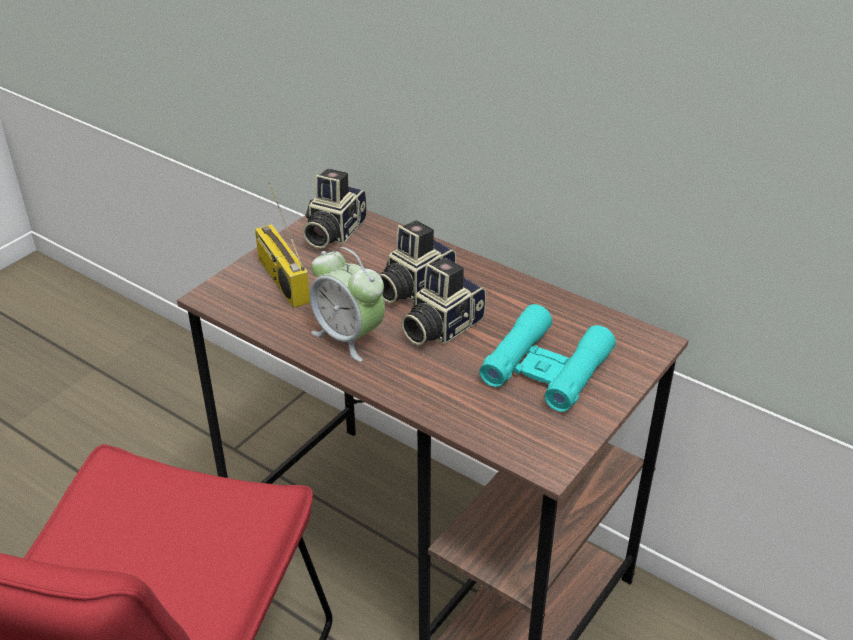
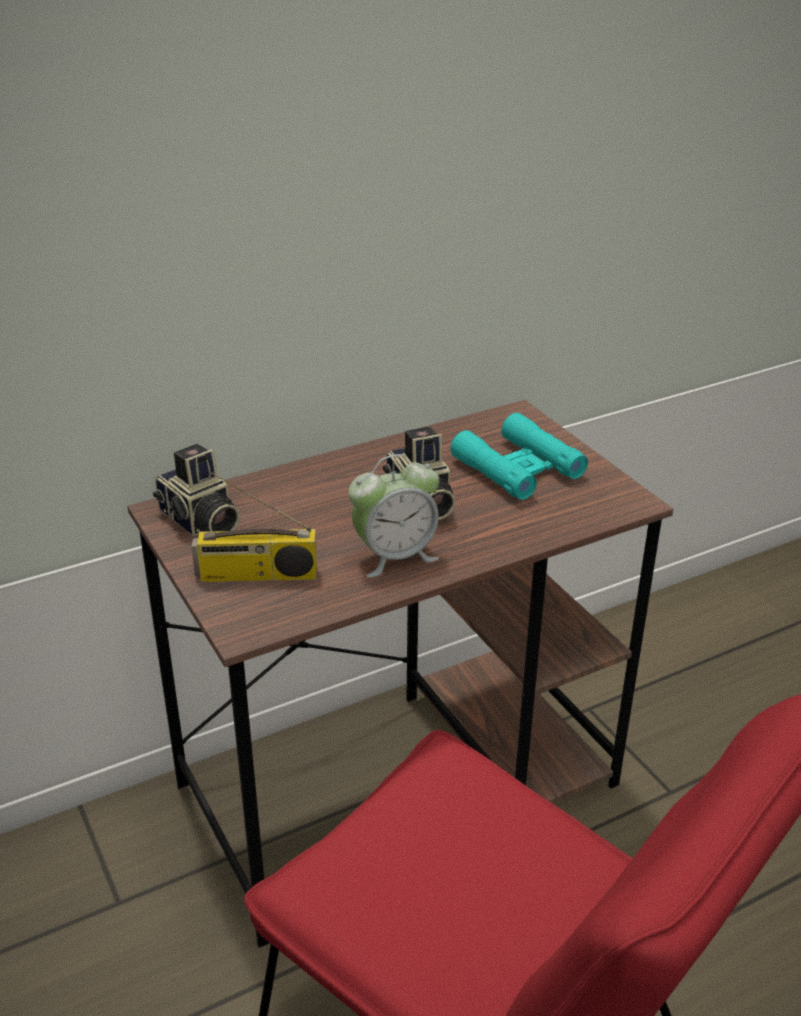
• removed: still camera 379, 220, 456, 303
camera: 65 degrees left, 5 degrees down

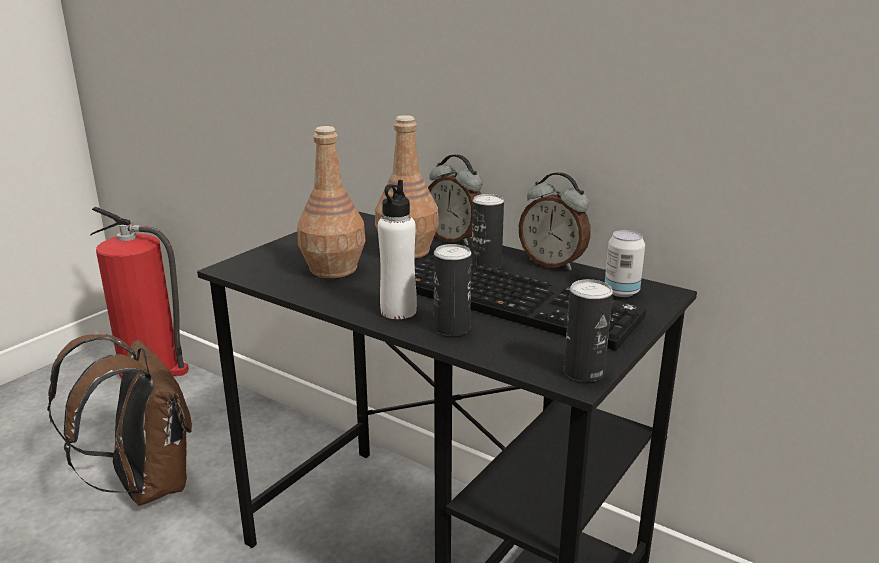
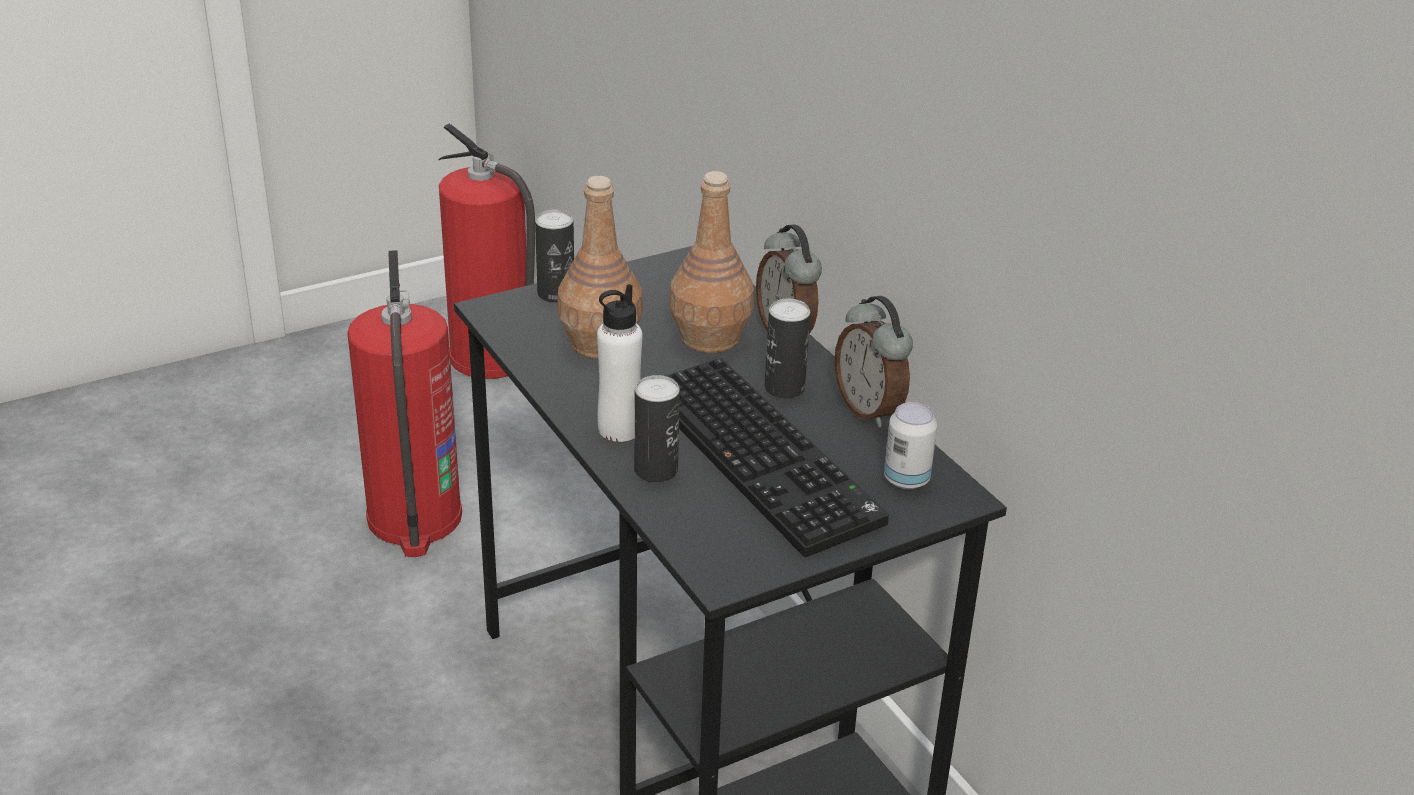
• replaced: rucksack (brownish) 47, 334, 192, 506 to extinguisher 347, 250, 462, 557
• moved: can 564, 279, 613, 382 to 535, 210, 574, 303
camera: 25 degrees right, 10 degrees up

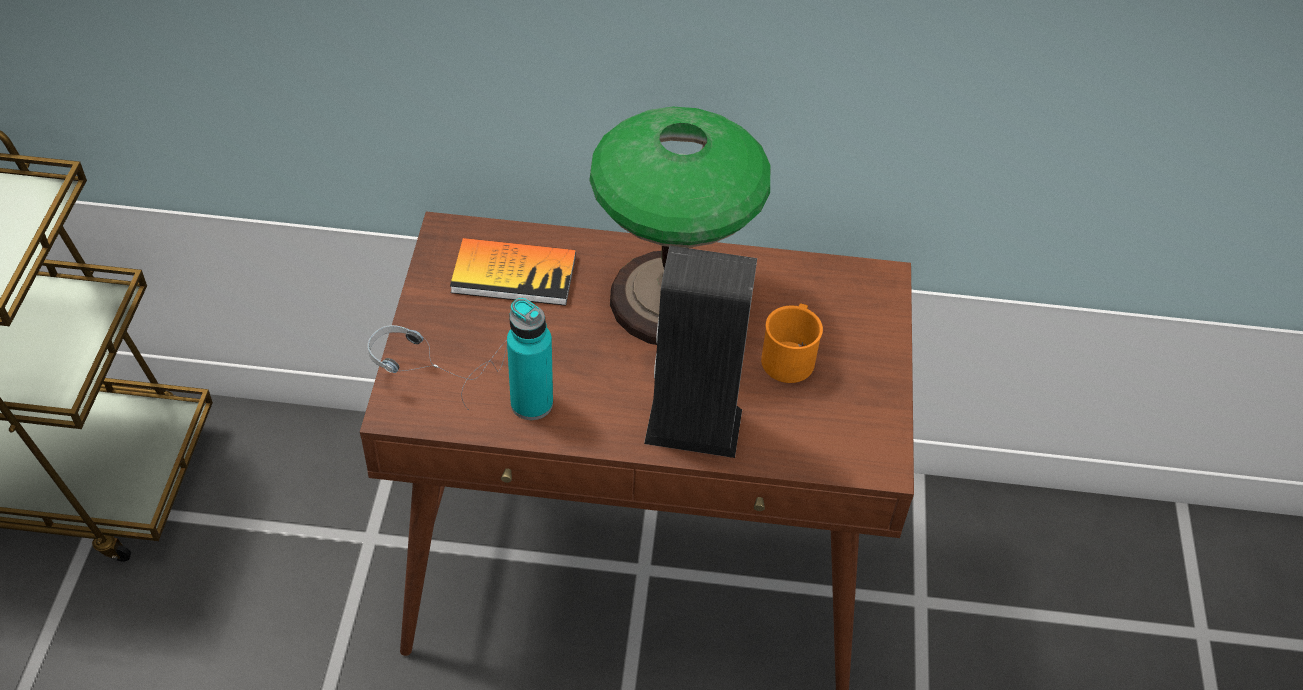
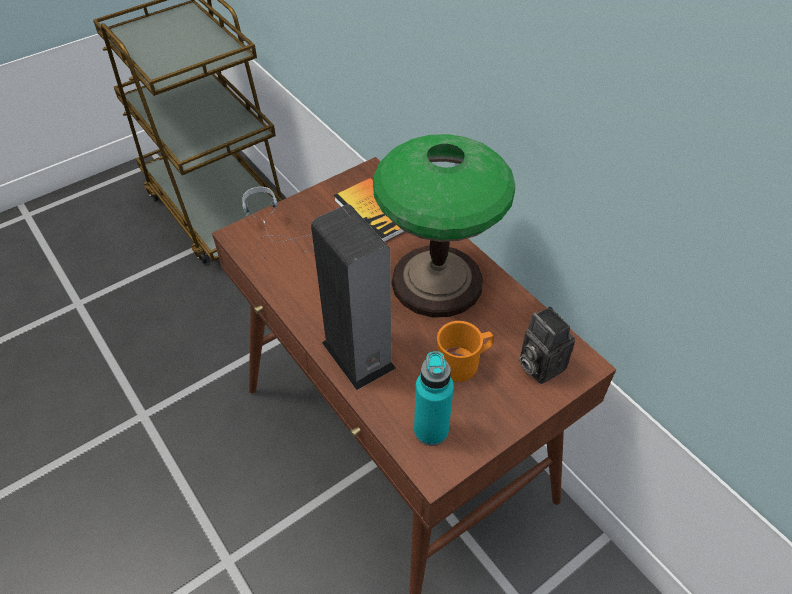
• moved: beverage bottle (turquoise) 507, 298, 553, 420 to 414, 351, 454, 446
• added: still camera 519, 307, 575, 384
camera: 50 degrees right, 0 degrees up

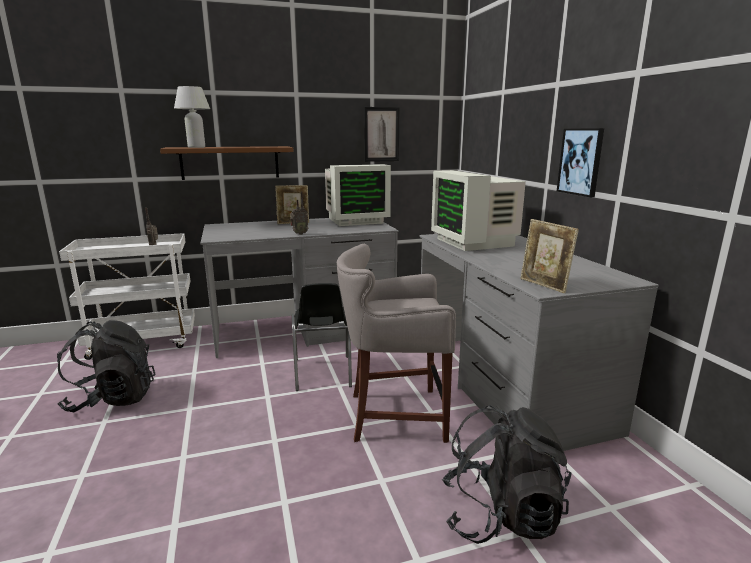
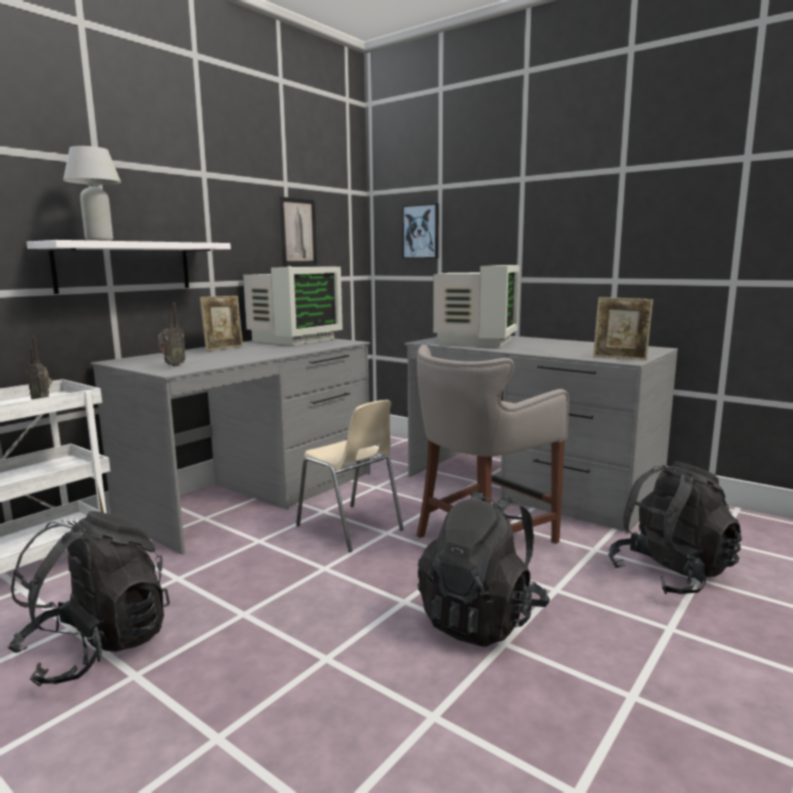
• recoloured: wall shelf (brownish) 160, 146, 294, 180 to wall shelf (white-coloured) 27, 240, 231, 294
• moved: radio set 290, 191, 308, 235 to 158, 303, 186, 366
• recoloured: plain chair (black-coloured) 291, 283, 352, 391 to plain chair (sand-coloured) 296, 400, 404, 552
• moved: picture 557, 128, 604, 197 to 402, 203, 439, 259
• added: rucksack (black-coloured) 418, 489, 550, 647
• turned: computer screen 431, 170, 526, 251 = 433, 265, 520, 347 105 degrees counterclockwise
camera: 35 degrees left, 5 degrees down

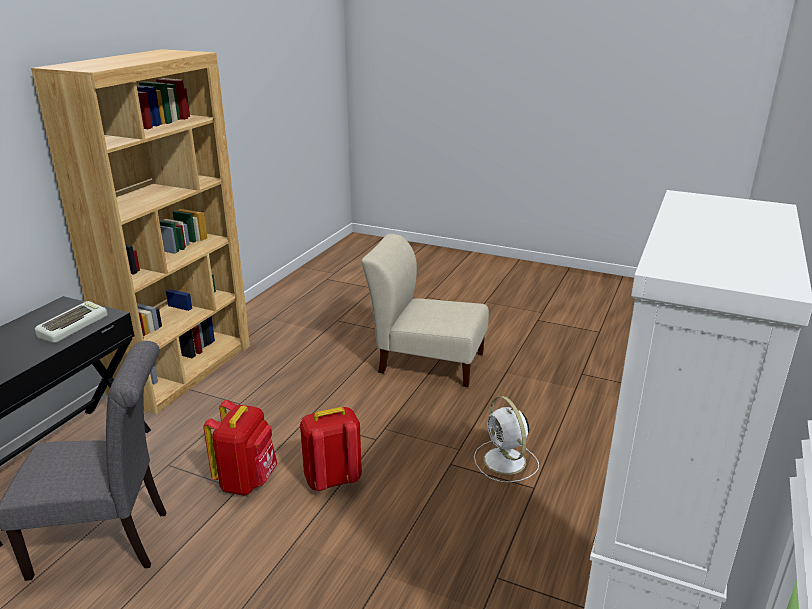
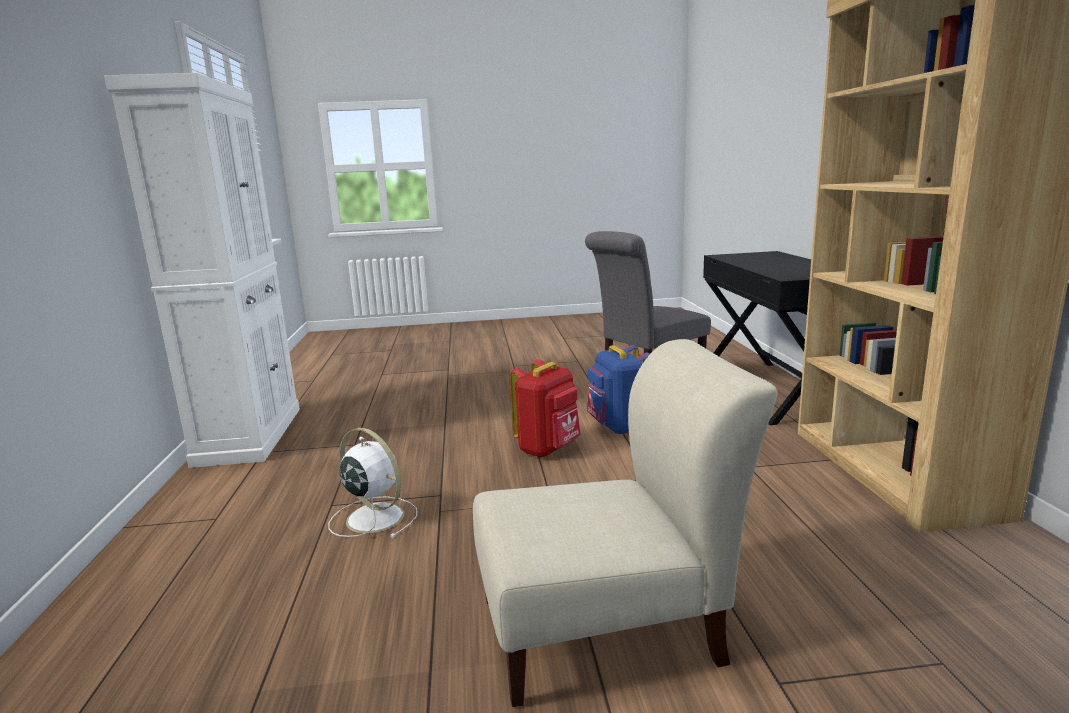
• recoloured: rucksack (reddish) 203, 400, 278, 496 to rucksack (bluish) 587, 345, 650, 435
• removed: PC keyboard 35, 301, 108, 343
camera: 150 degrees right, 10 degrees down

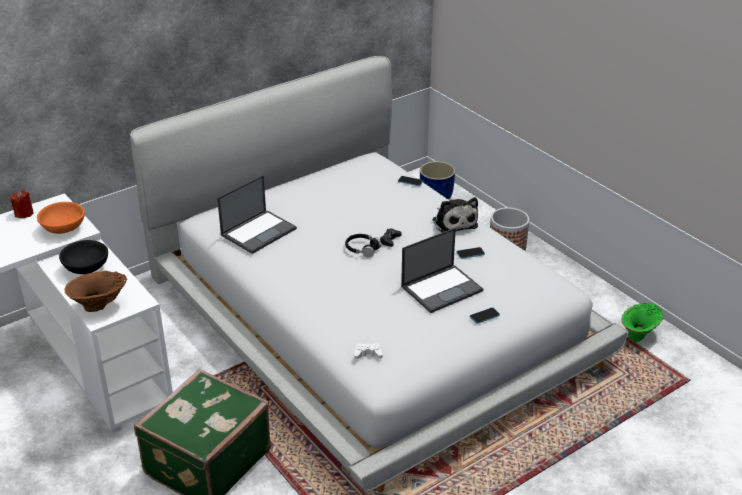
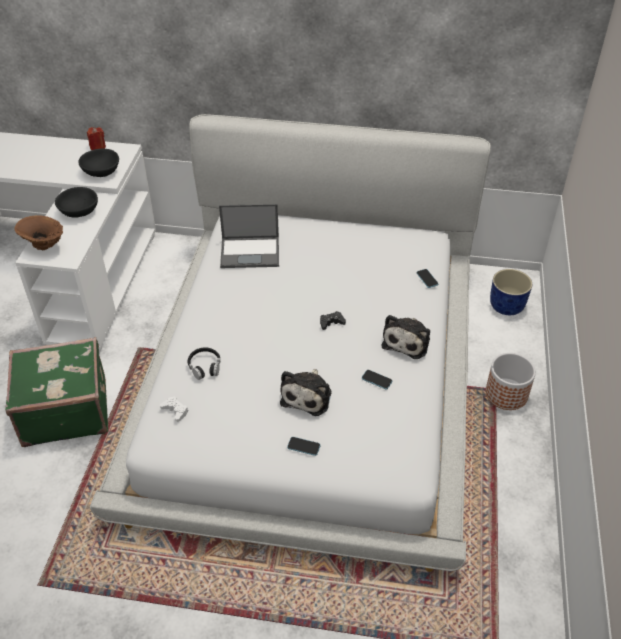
• recoloured: bowl (orange) 37, 202, 85, 234 to bowl (black-coloured) 78, 149, 119, 177
• moved: headset (black-coloured) 345, 234, 381, 257 to 187, 347, 220, 380
• replaced: laptop 401, 228, 483, 313 to soft toy 280, 369, 332, 416
• removed: decorative vase (greenish) 622, 303, 664, 342
camera: 45 degrees right, 10 degrees up

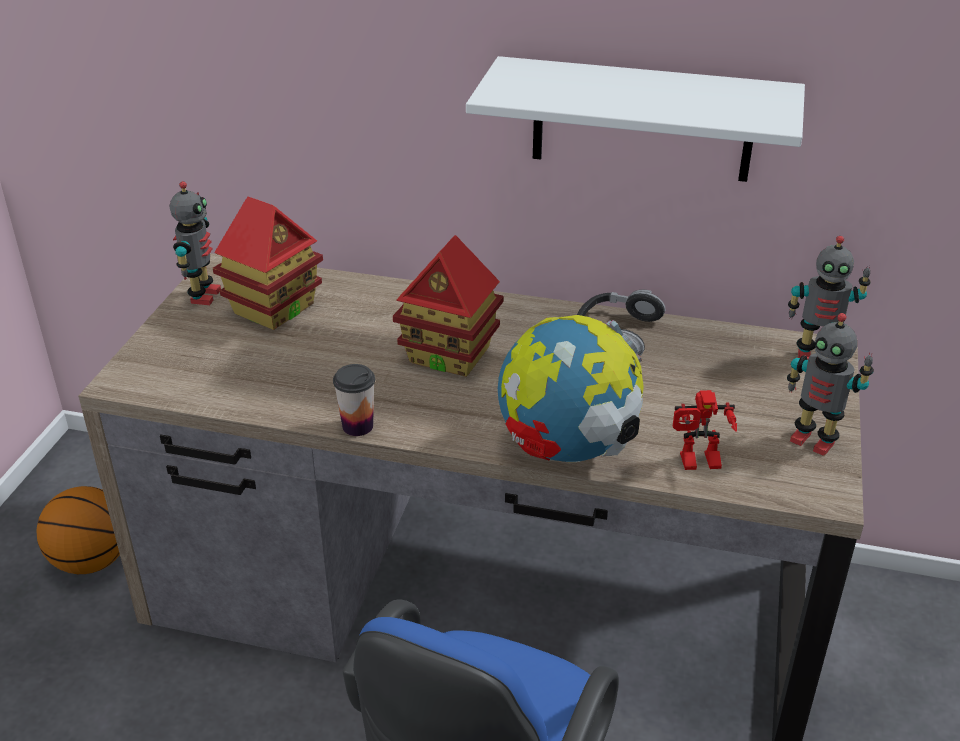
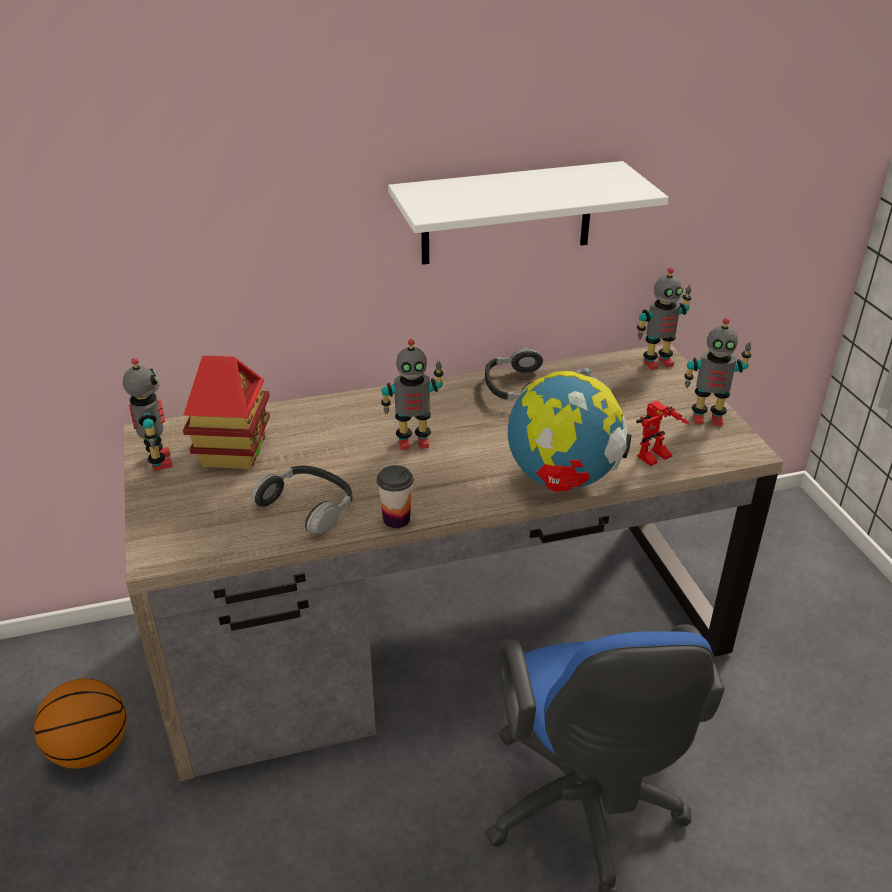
• added: headset 252, 466, 353, 535
• replaced: miniature house 393, 235, 503, 377 to model robot 381, 339, 443, 450
camera: 30 degrees left, 0 degrees up

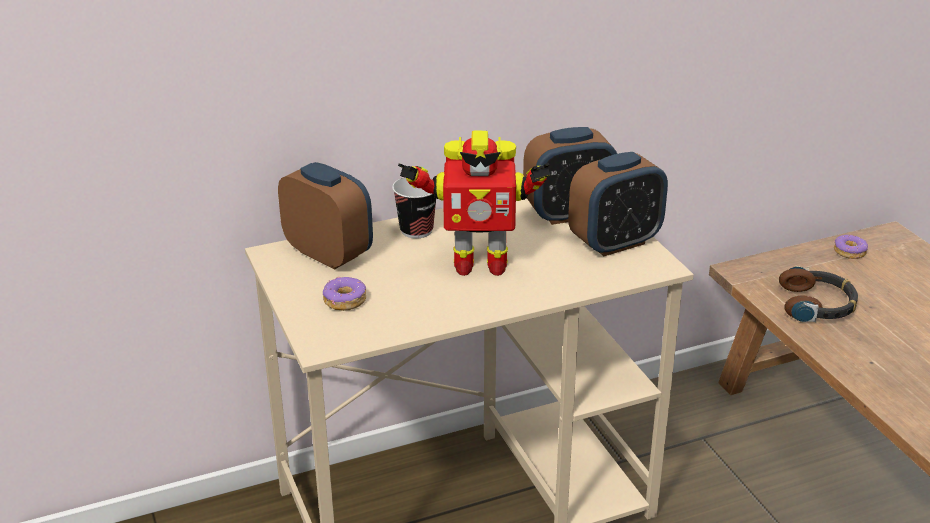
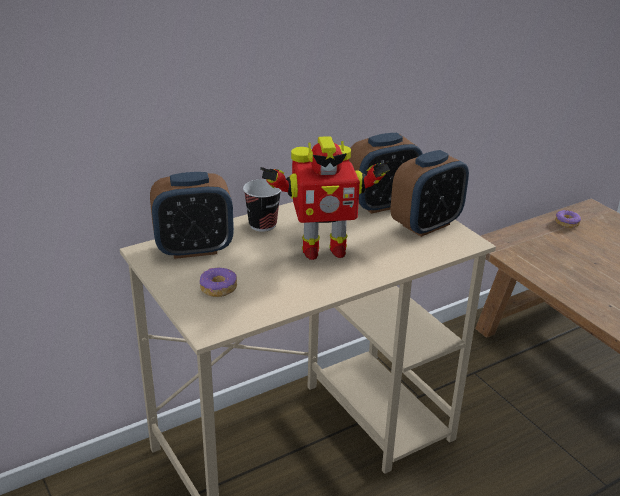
• turned: table clock 278, 162, 373, 269 = 150, 172, 234, 259 135 degrees clockwise
• removed: headset 779, 266, 858, 322
camera: 10 degrees left, 0 degrees up

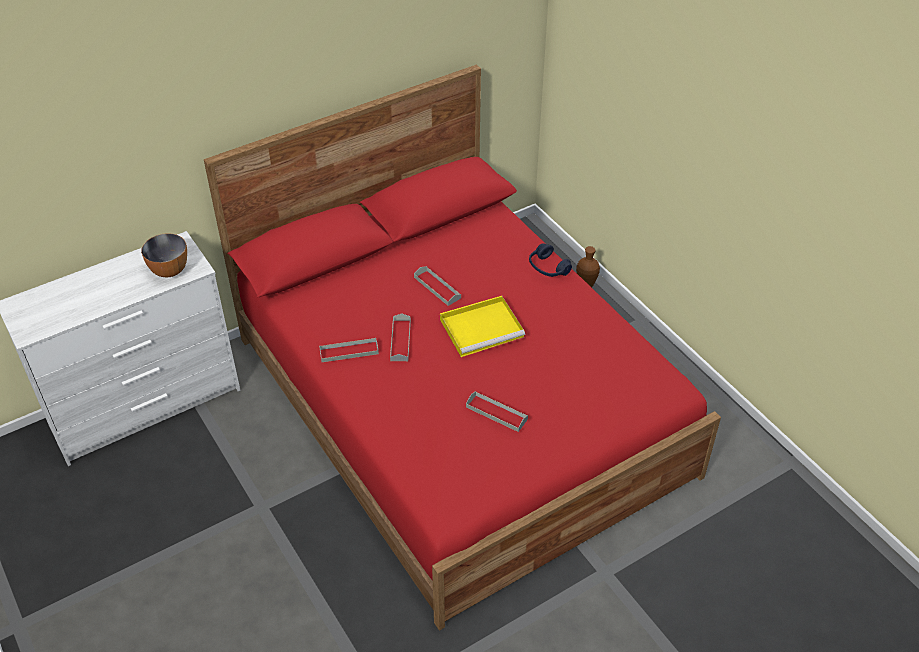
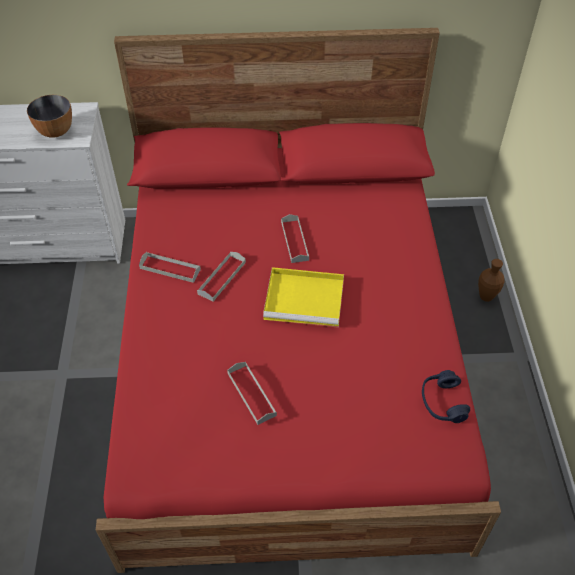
• moved: headset (bluish) 529, 243, 572, 277 to 422, 370, 470, 423
camera: 30 degrees right, 5 degrees up

